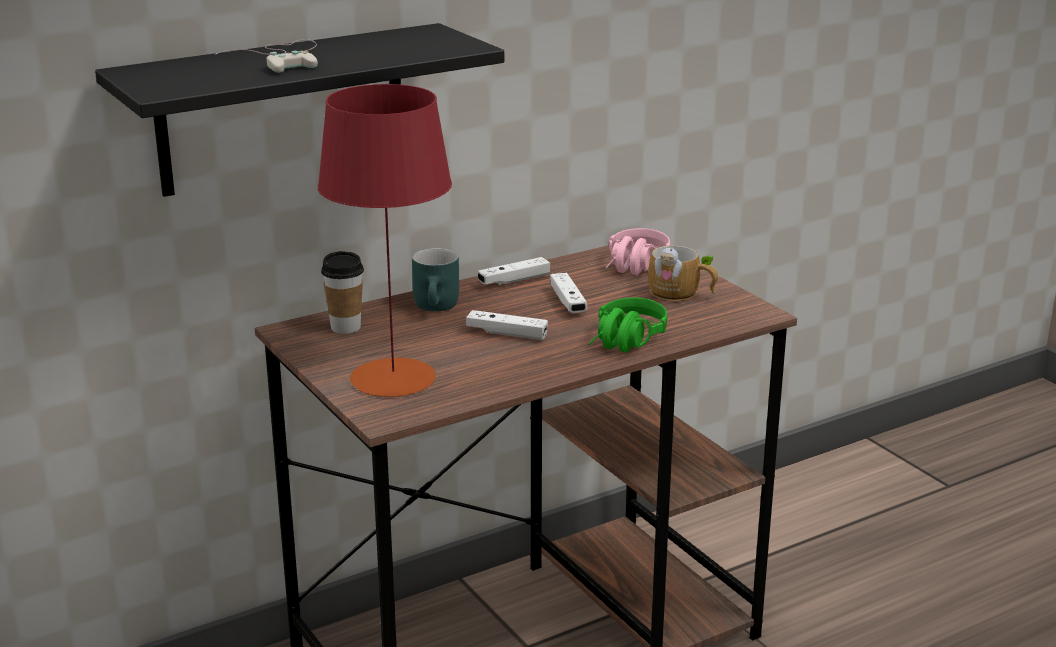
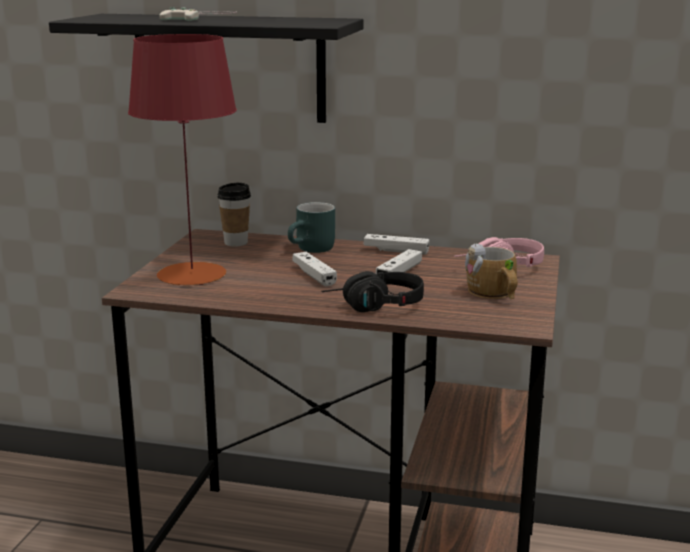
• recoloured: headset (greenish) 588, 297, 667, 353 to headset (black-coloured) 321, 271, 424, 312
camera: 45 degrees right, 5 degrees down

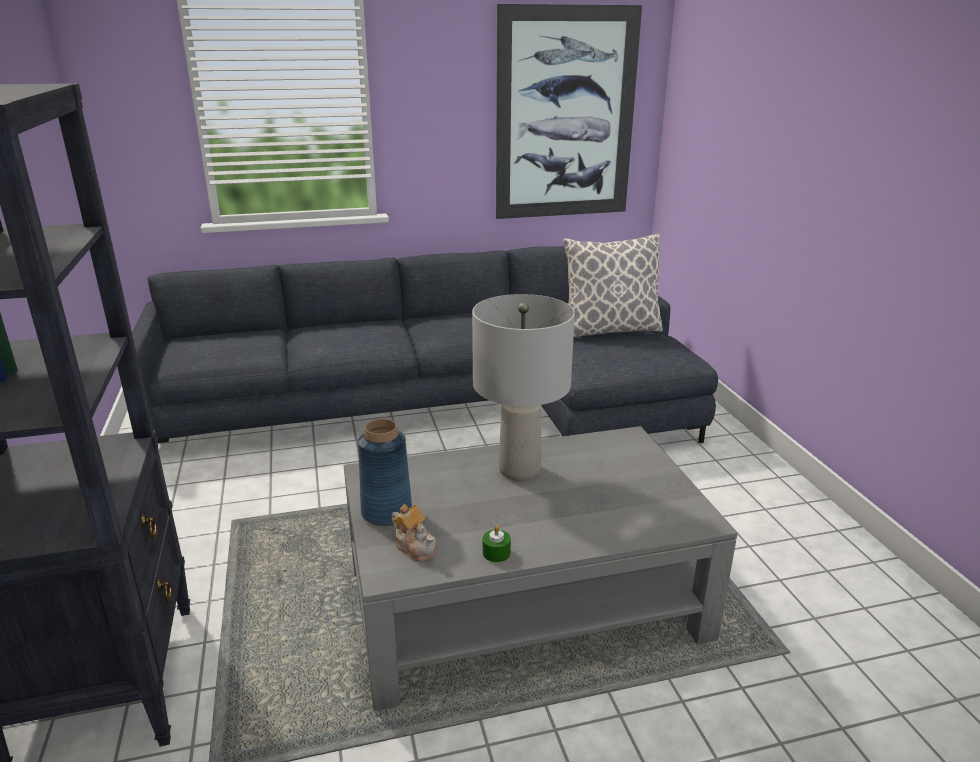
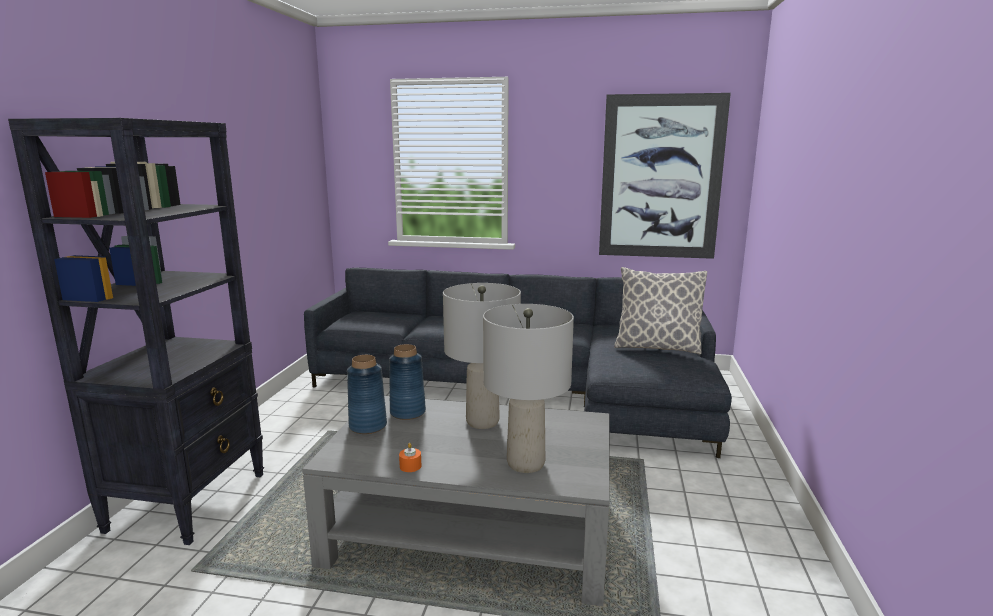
• added: decorative vase (bluish) 389, 344, 426, 420
• recoloured: wax candle (greenish) 483, 525, 511, 562 to wax candle (orange) 399, 443, 421, 472
• added: table lamp (grey) 483, 304, 574, 473
• removed: tea pot 391, 504, 436, 562
camera: 25 degrees right, 10 degrees down

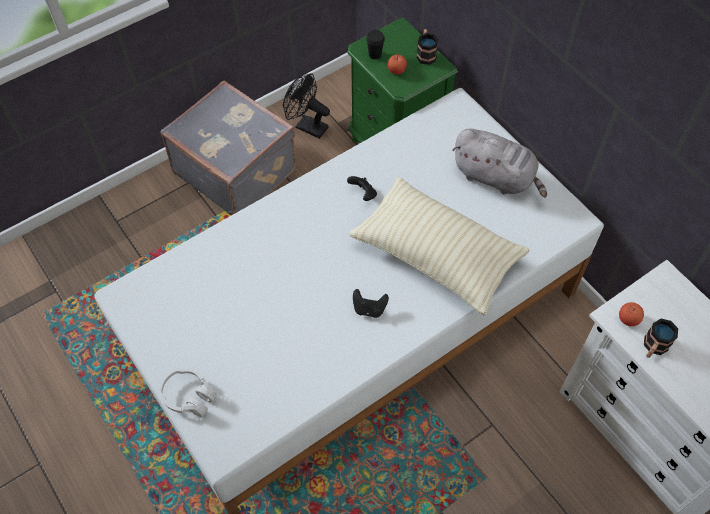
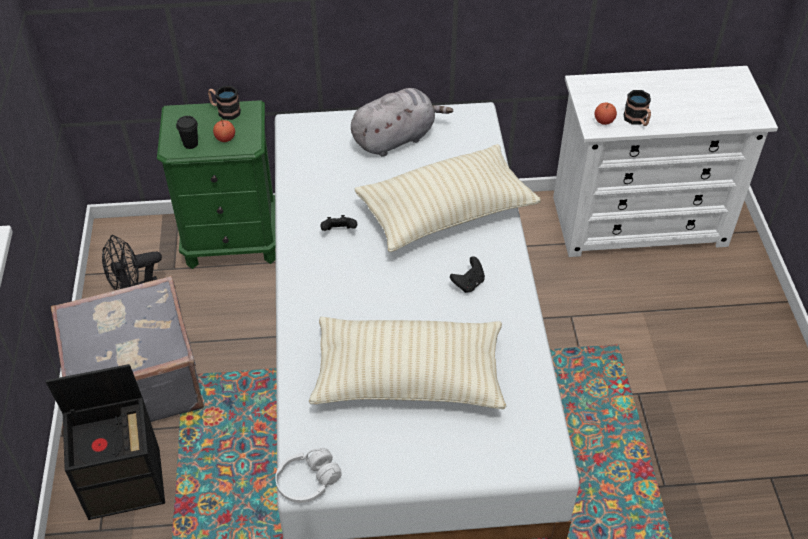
• added: storage bin (black-coloured) 46, 364, 165, 520
• moved: headset (white-coloured) 160, 369, 217, 417 to 275, 448, 342, 503
• added: pillow (sand-coloured) 309, 317, 506, 409
camera: 60 degrees left, 10 degrees down

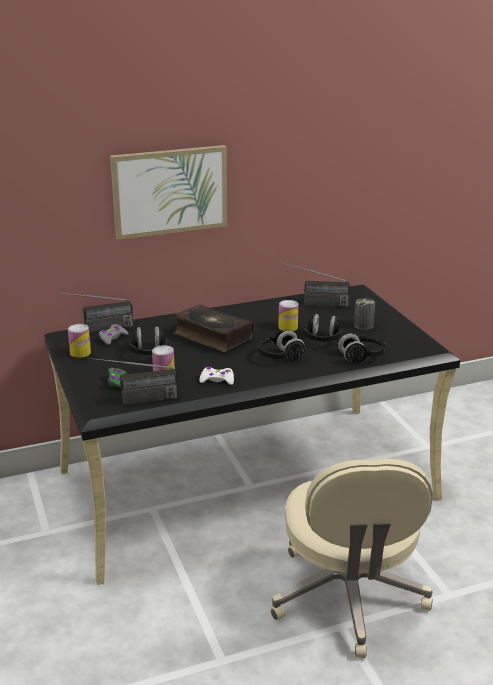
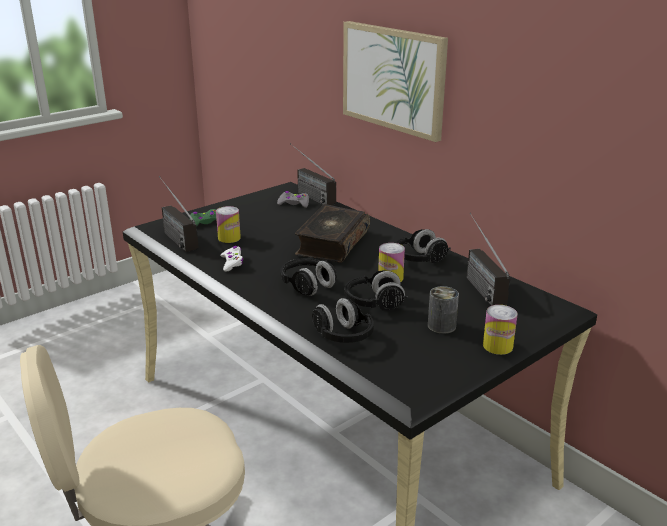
• moved: headset (black-coloured) 129, 326, 169, 355 to 395, 229, 451, 263
• moved: can 68, 324, 91, 358 to 483, 305, 518, 355
camera: 70 degrees right, 0 degrees up

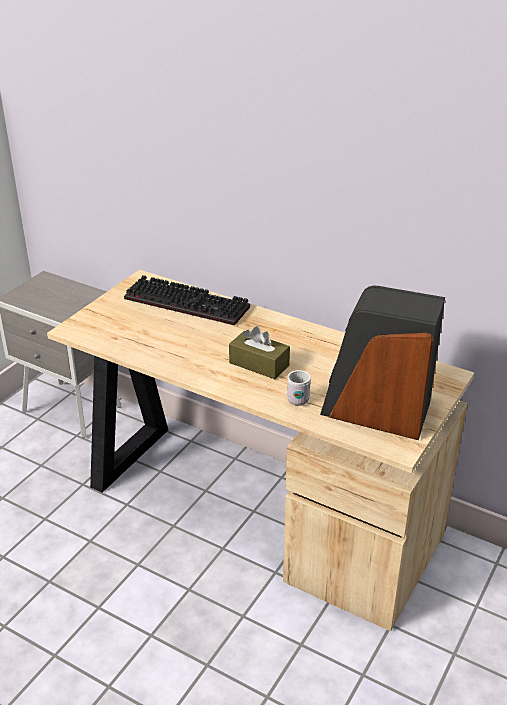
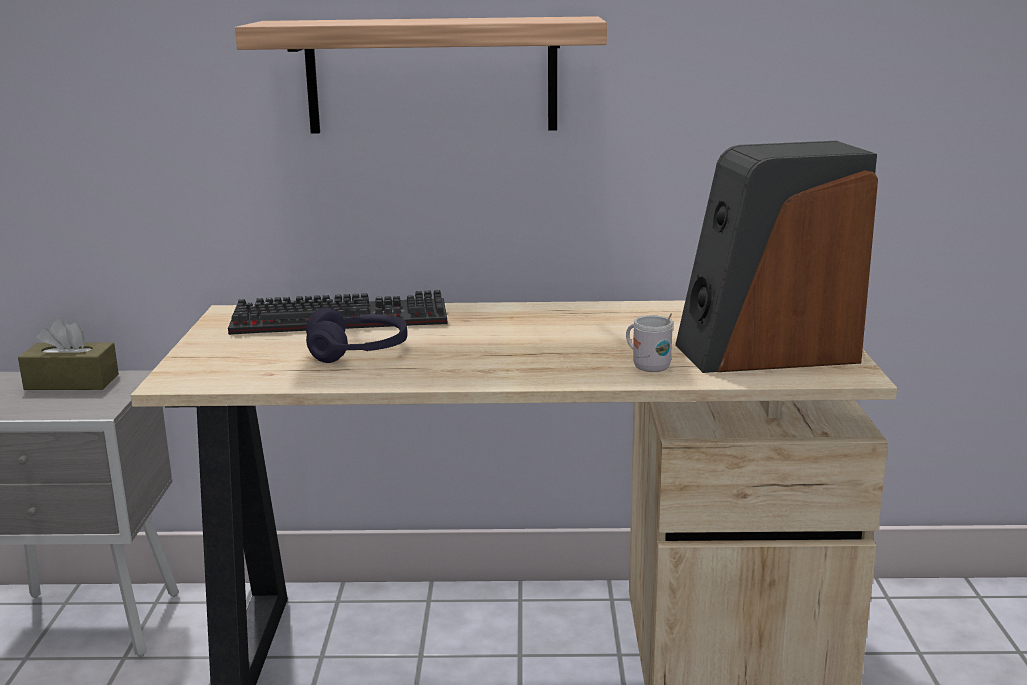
• moved: tissue box (brownish) 229, 326, 290, 379 to 18, 318, 119, 390
• added: wall shelf 235, 16, 607, 133
• added: headset (purplish) 306, 307, 407, 363
camera: 30 degrees left, 15 degrees down

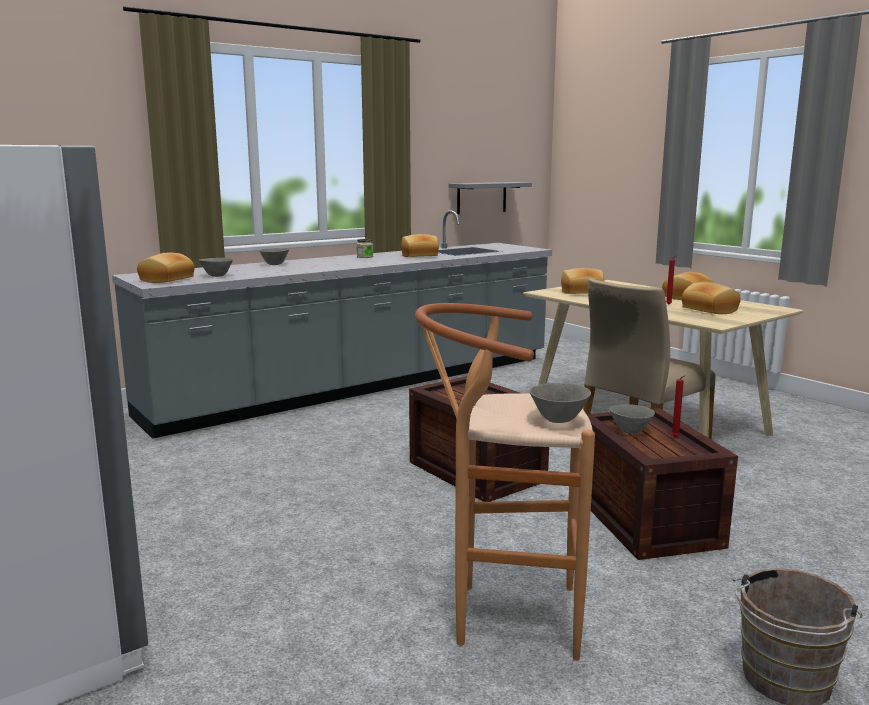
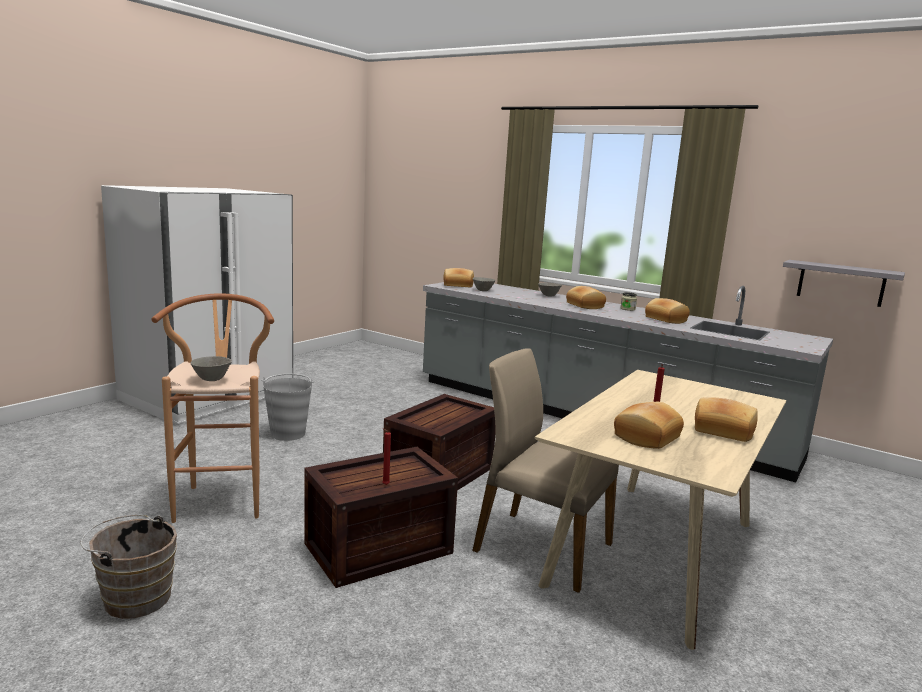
• added: water bucket (grey) 261, 374, 315, 441
• moved: bakery bread 561, 268, 604, 294 to 566, 286, 606, 309
• removed: bowl (grey) 609, 404, 655, 434
camera: 70 degrees right, 0 degrees up

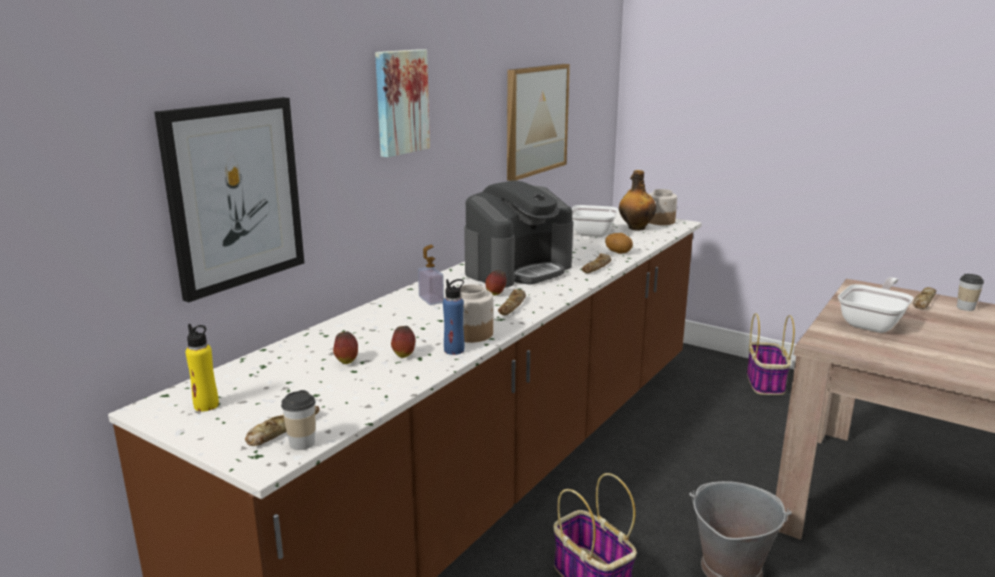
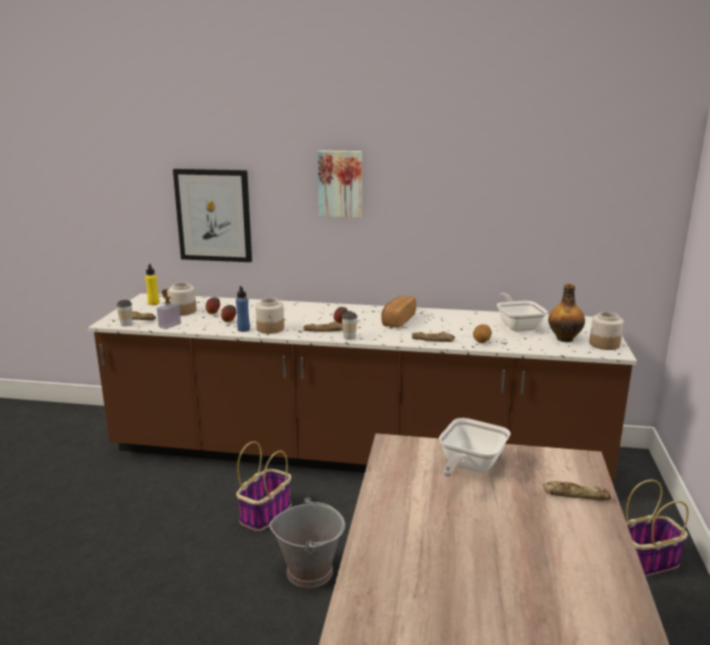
• moved: soap dispenser 418, 245, 444, 305 to 157, 288, 181, 329
• added: preserve jar 168, 282, 197, 315
• moved: cup 957, 274, 984, 311 to 342, 311, 357, 340
• replaced: coffee brewer 464, 180, 573, 288 to bakery bread 381, 295, 416, 328
• turned: frying pan 838, 277, 913, 333 = 439, 418, 511, 477 105 degrees clockwise
• removed: picture 507, 64, 570, 181
camera: 65 degrees right, 0 degrees up

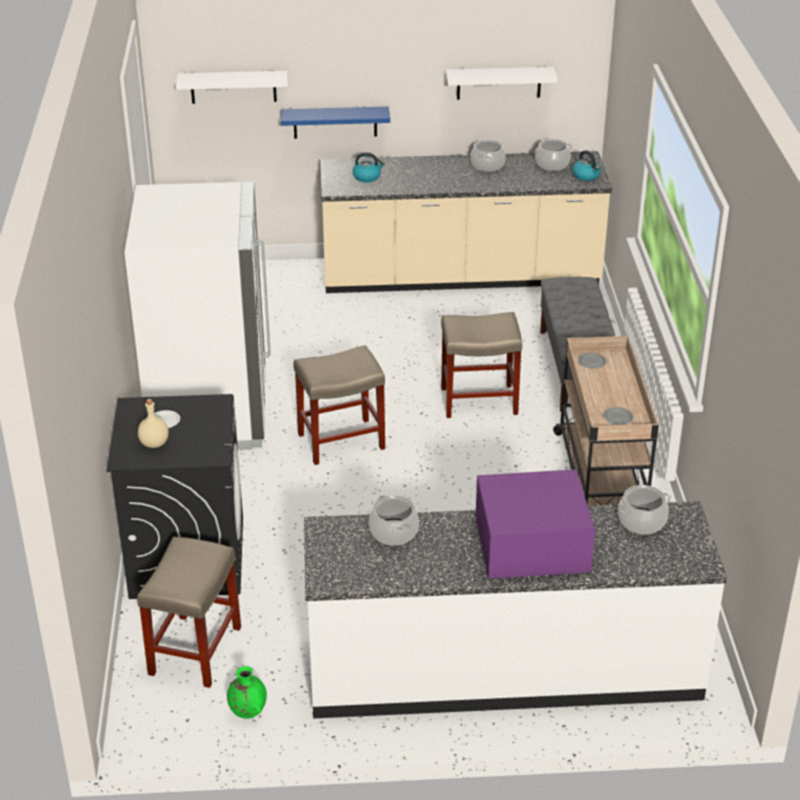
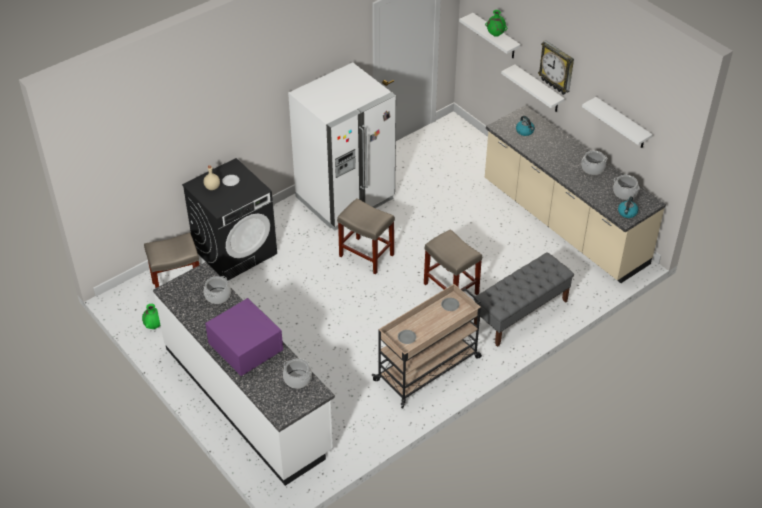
• added: decorative vase (greenish) 485, 10, 507, 37
• recoloured: wall shelf (bluish) 281, 106, 390, 139 to wall shelf (white-coloured) 501, 64, 565, 112
• added: hanging clock 538, 40, 574, 95
camera: 55 degrees right, 10 degrees up

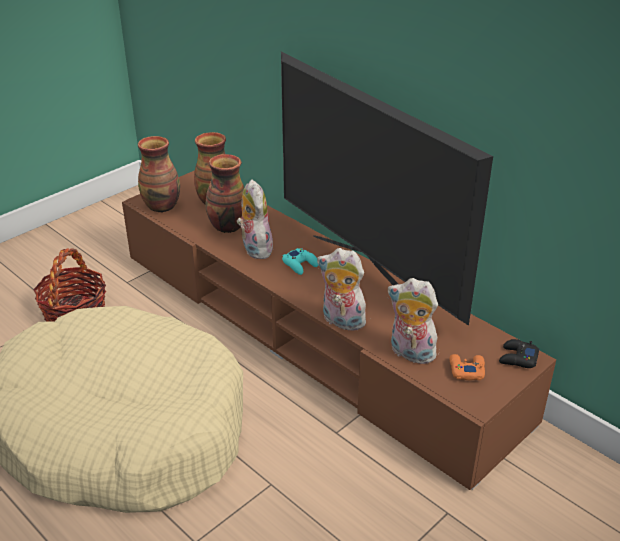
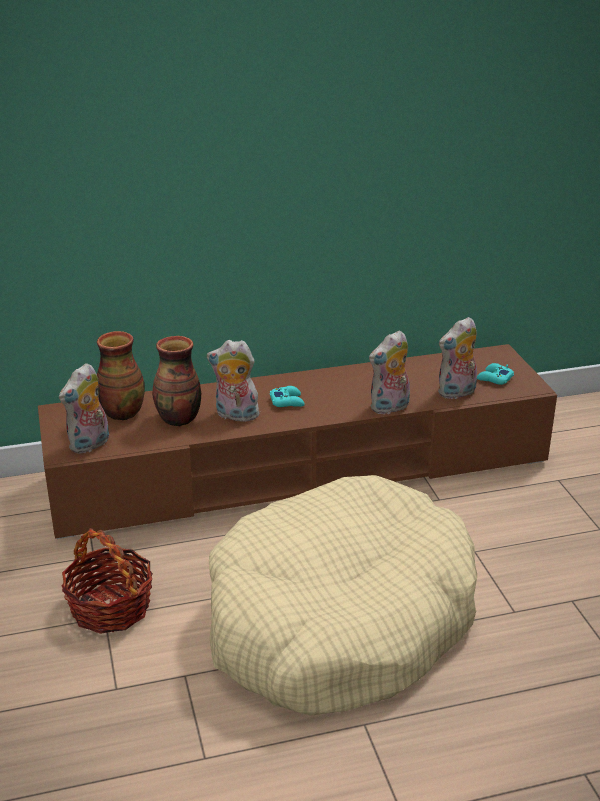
• replaced: decorative vase 138, 136, 180, 213 to soft toy 59, 363, 109, 454
• recoloured: game controller (orange) 449, 354, 485, 380 to game controller (turquoise) 477, 363, 514, 385
• removed: television 281, 52, 493, 326
• removed: game controller (black-coloured) 499, 339, 540, 368
camera: 60 degrees left, 5 degrees down

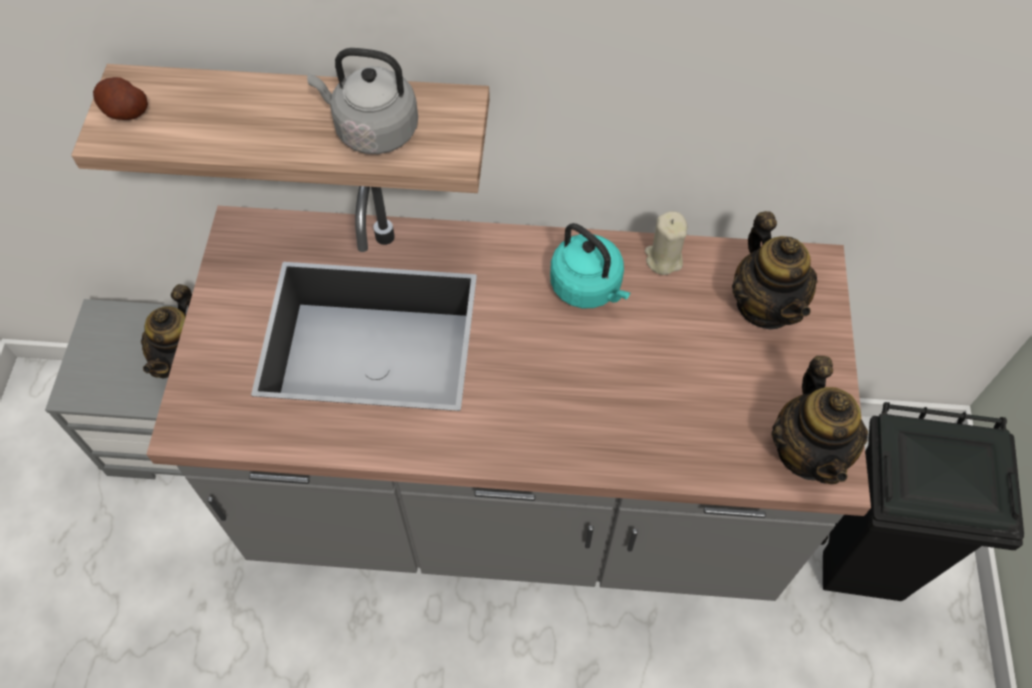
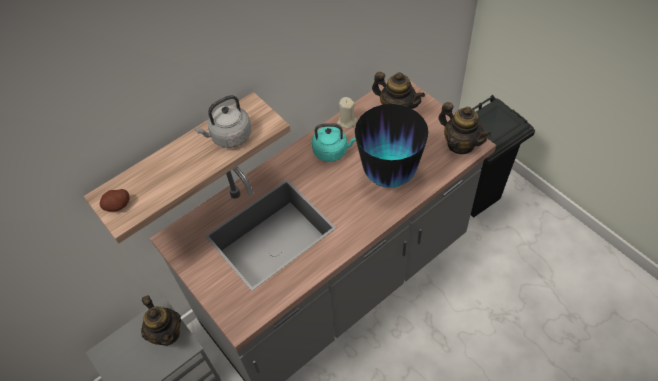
• added: decorative vase 355, 104, 429, 188
camera: 40 degrees left, 5 degrees down

